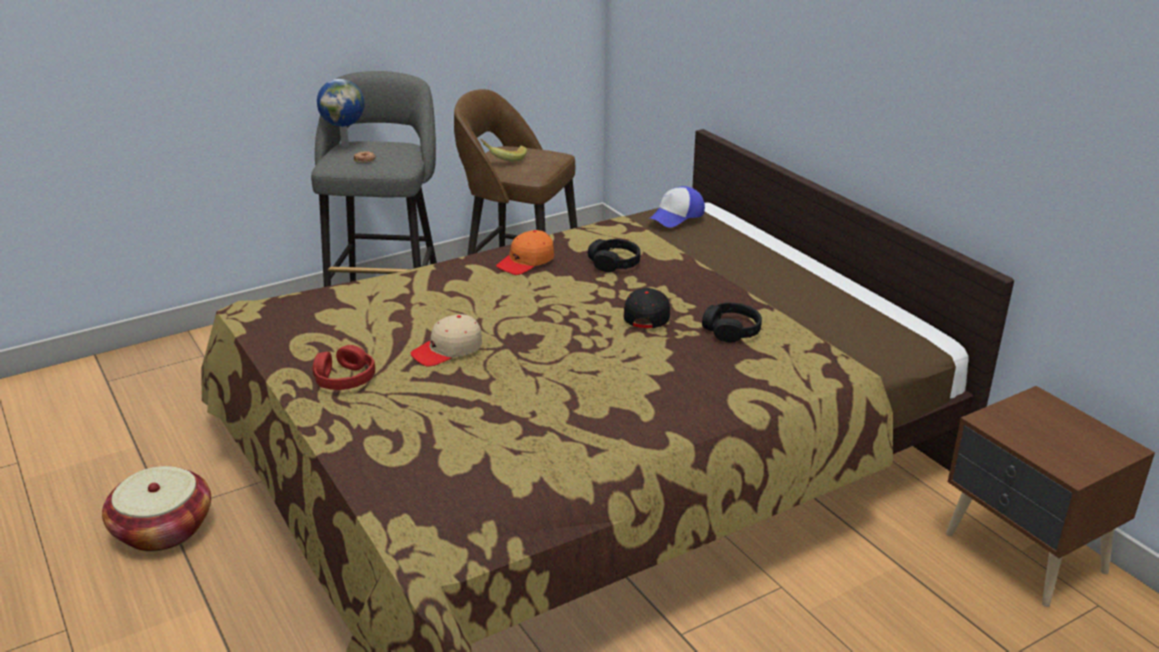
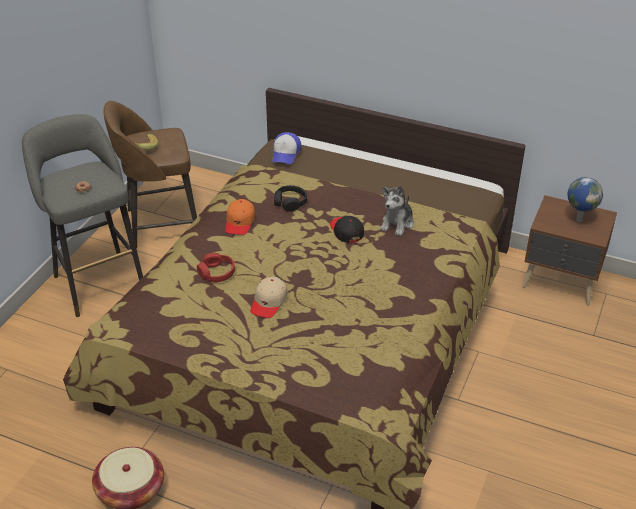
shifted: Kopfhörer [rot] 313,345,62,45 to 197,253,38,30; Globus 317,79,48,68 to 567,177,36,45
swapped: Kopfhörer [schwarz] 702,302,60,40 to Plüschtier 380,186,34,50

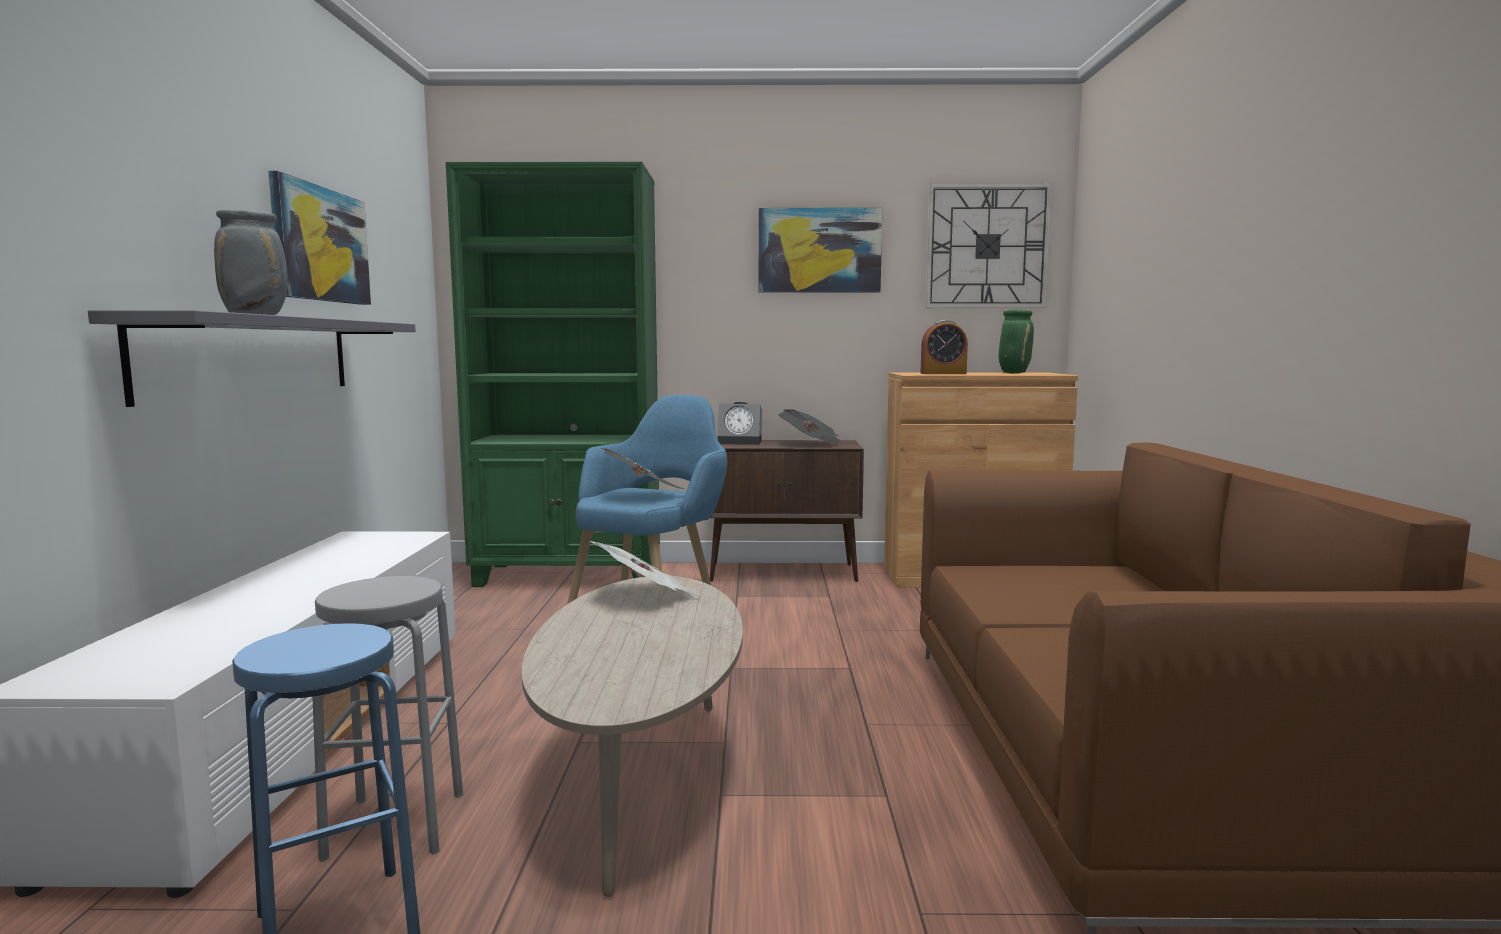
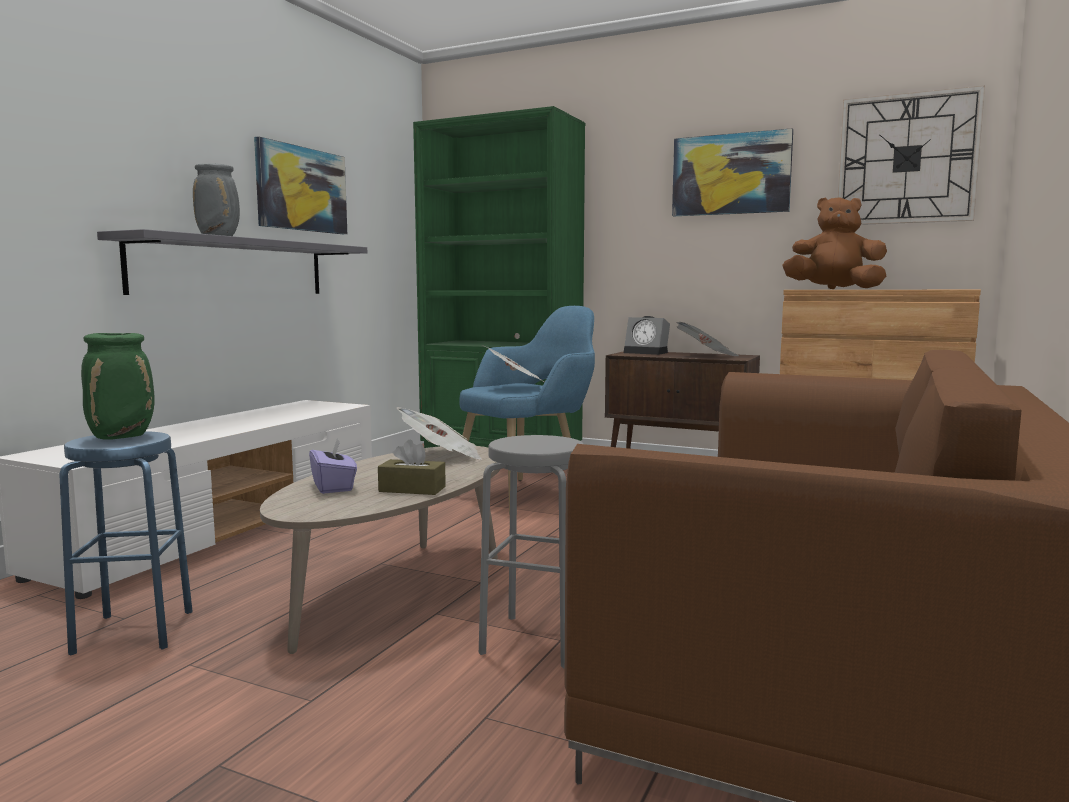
new: Taschentuchbox [lila] 309,437,48,57; Taschentuchbox [braun] 378,439,68,56
shifted: Hocker [grau] 312,576,151,286 to 479,435,104,233; Vase [grün] 999,309,35,64 to 81,333,74,107
swapped: Wecker 920,320,48,54 to Plüschtier [braun] 782,197,105,92

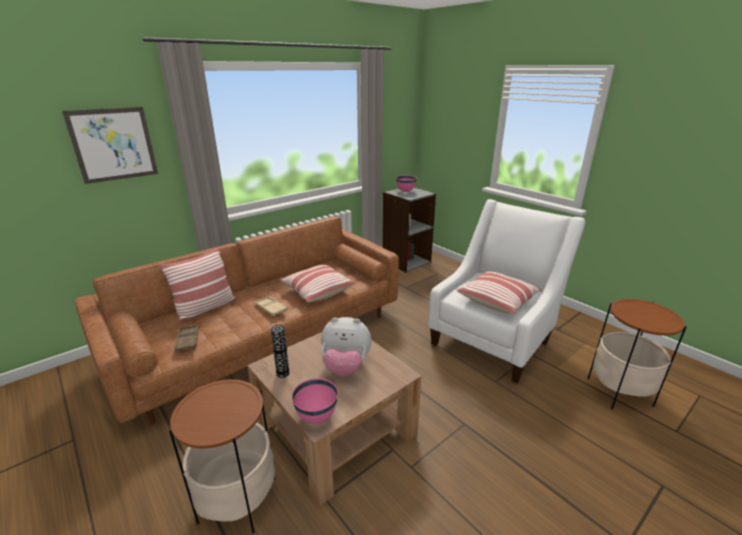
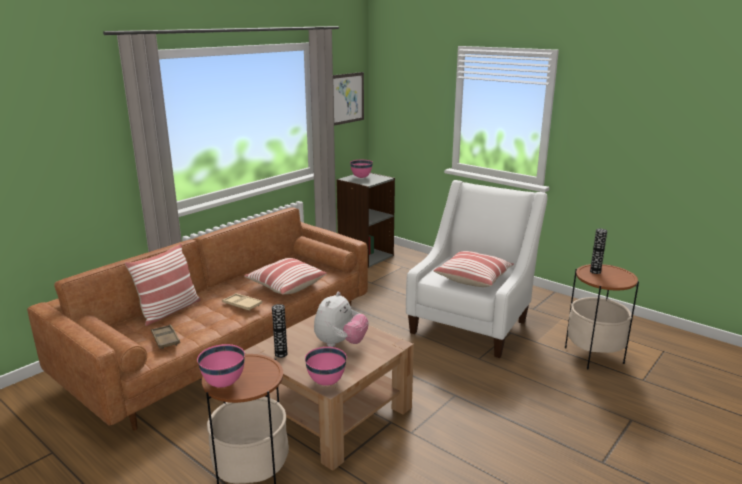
new: Schüssel [rosa] 197,344,48,44; Vase 590,229,17,45
shifted: Bild 62,107,96,77 to 333,72,31,54
rotated: Plüschtier 321,317,50,59 = 314,292,55,55 60 degrees counterclockwise

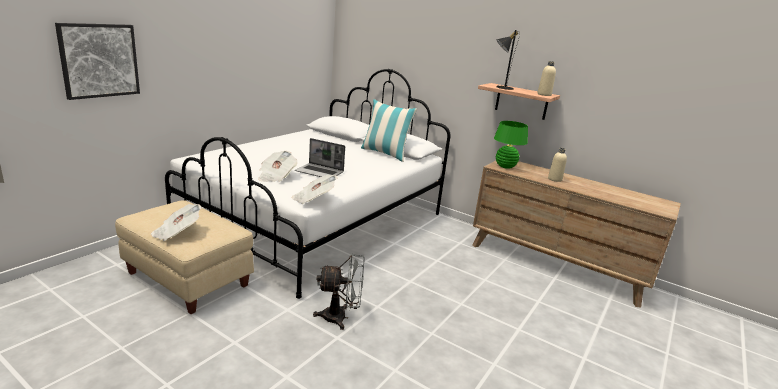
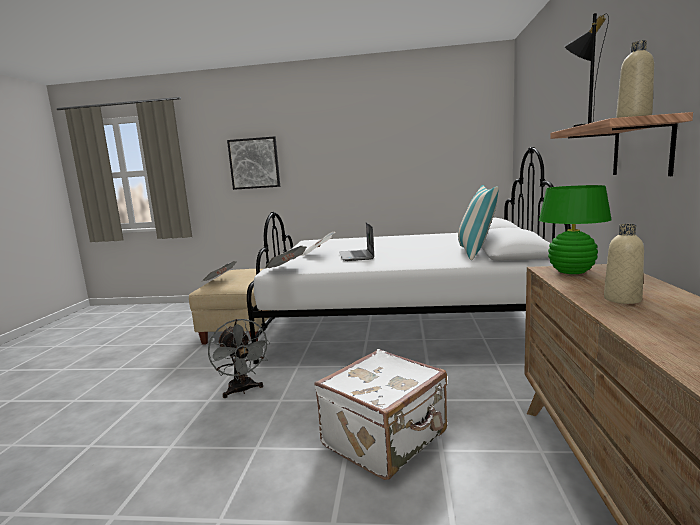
new: Koffer [weiß] 314,349,133,131

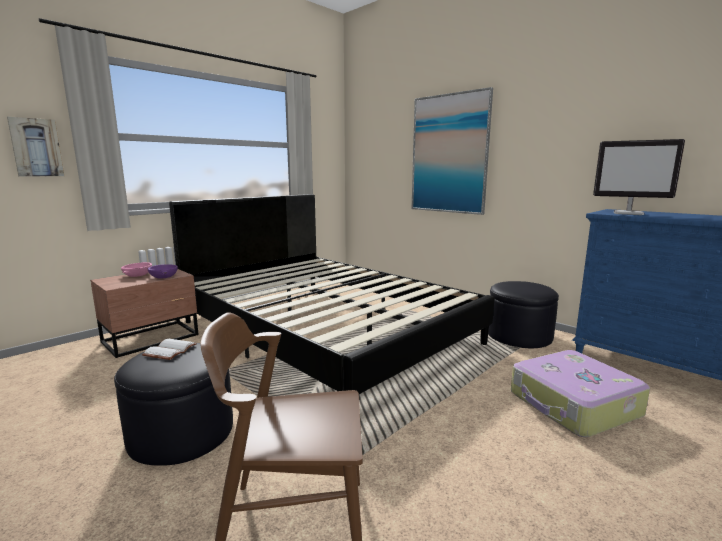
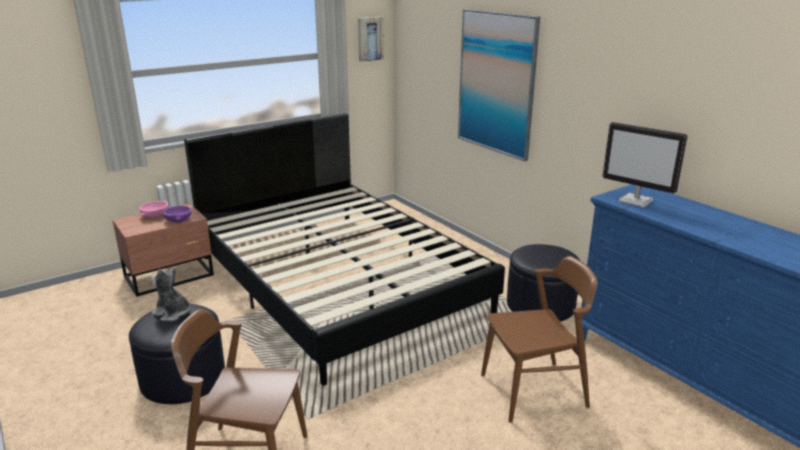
shifted: Bild 7,117,57,60 to 358,17,26,45
swapped: Buch [weiß] 142,339,55,21 to Plüschtier 151,267,39,54; Koffer 511,350,139,87 to Stuhl [braun] 481,256,117,167

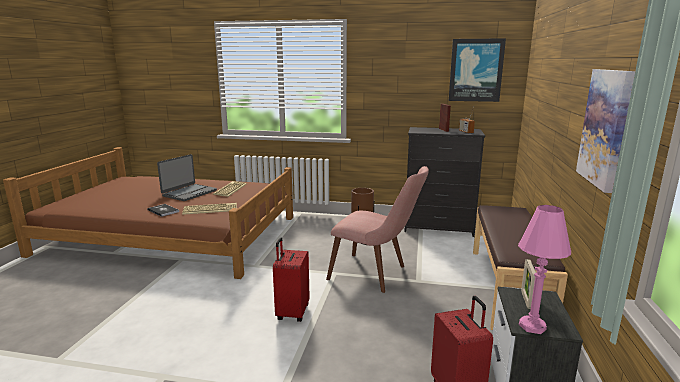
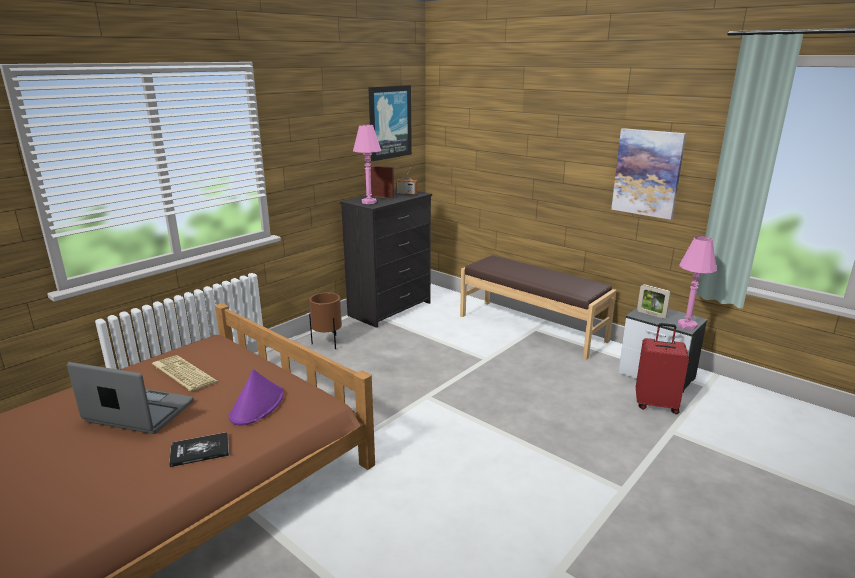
gone: Koffer [rot] 273,238,37,84; Stuhl [rosa] 326,166,103,127
new: Tischlampe [rosa] 353,125,28,79
swapped: Tastatur 182,203,55,12 to Hut [lila] 229,369,55,56
rotated: Laptop 157,154,60,47 = 67,362,127,72 45 degrees counterclockwise

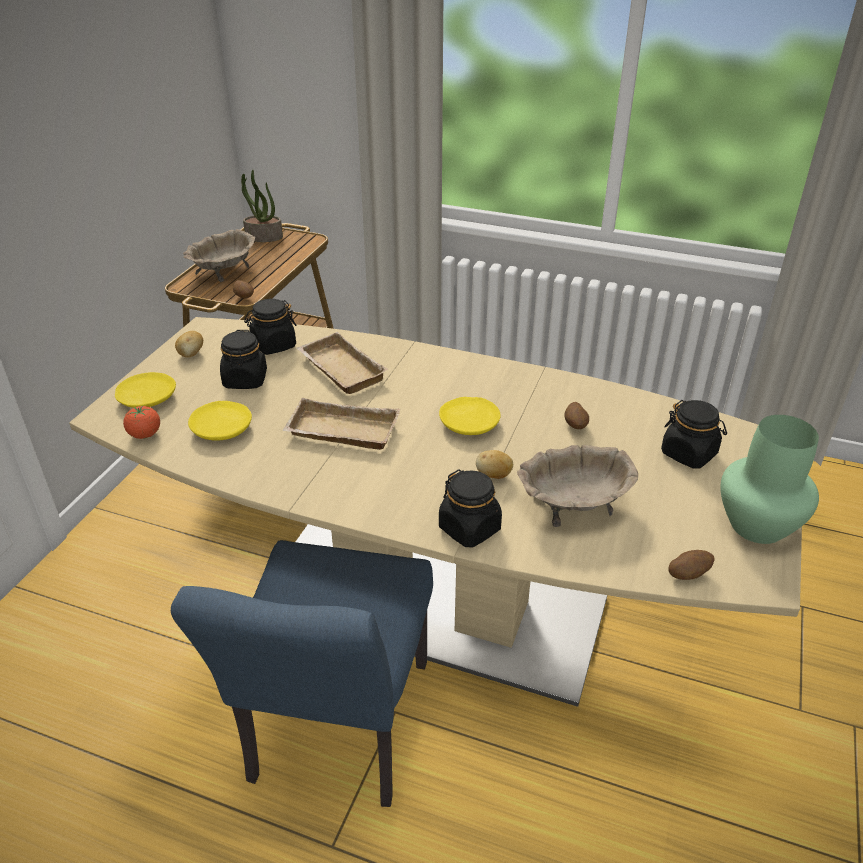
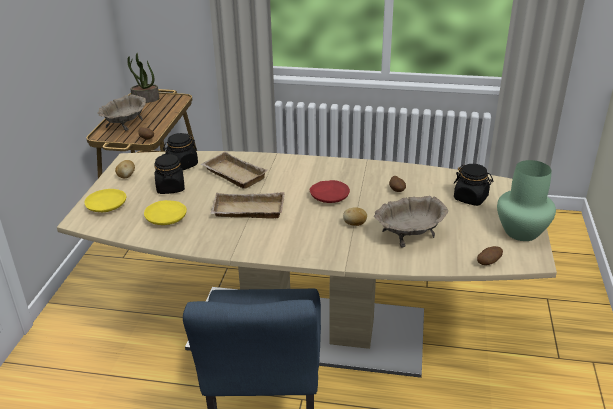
gone: Tomate 123,405,37,34; Vorratsglas [schwarz] 439,469,63,79
repainted: Teller [gelb] 439,397,62,38 to Teller [rot] 310,180,40,23

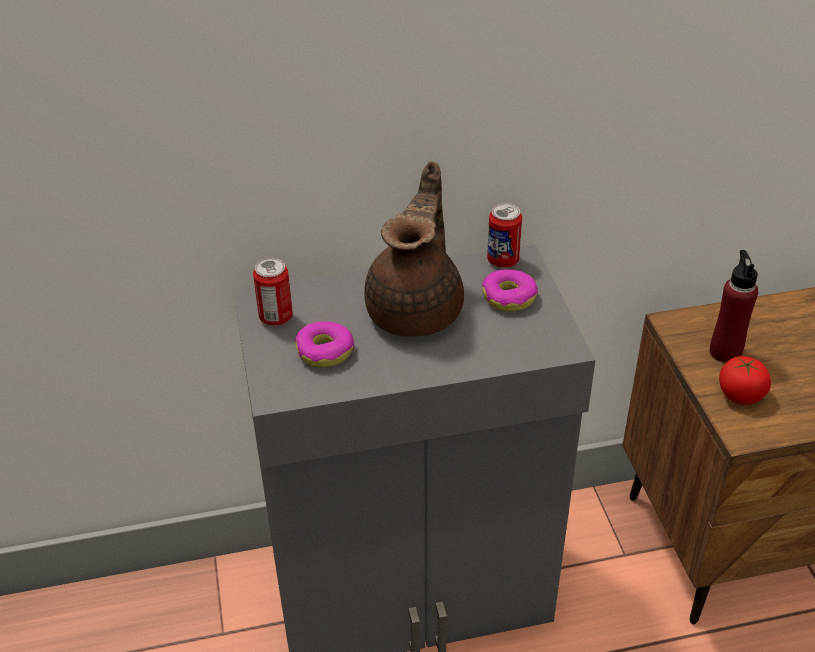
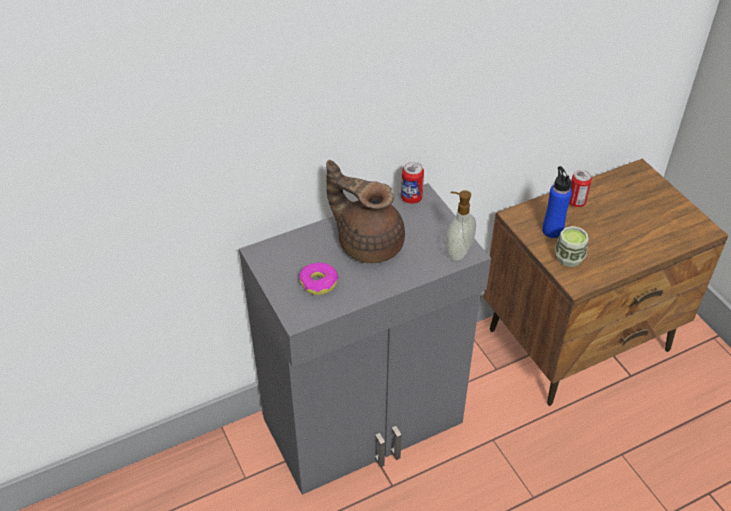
gone: Donut 482,269,56,43
new: Seifenspender 446,190,30,71
shifted: Dose 253,258,40,68 to 569,170,23,37
swapped: Tomate 719,356,52,49 to Tasse 555,226,33,41
repainted: Flasche [rot] 710,250,48,113 to Flasche [blau] 542,166,30,72
rotated: Teekanne [braun] 364,161,100,176 = 326,160,79,103 60 degrees counterclockwise

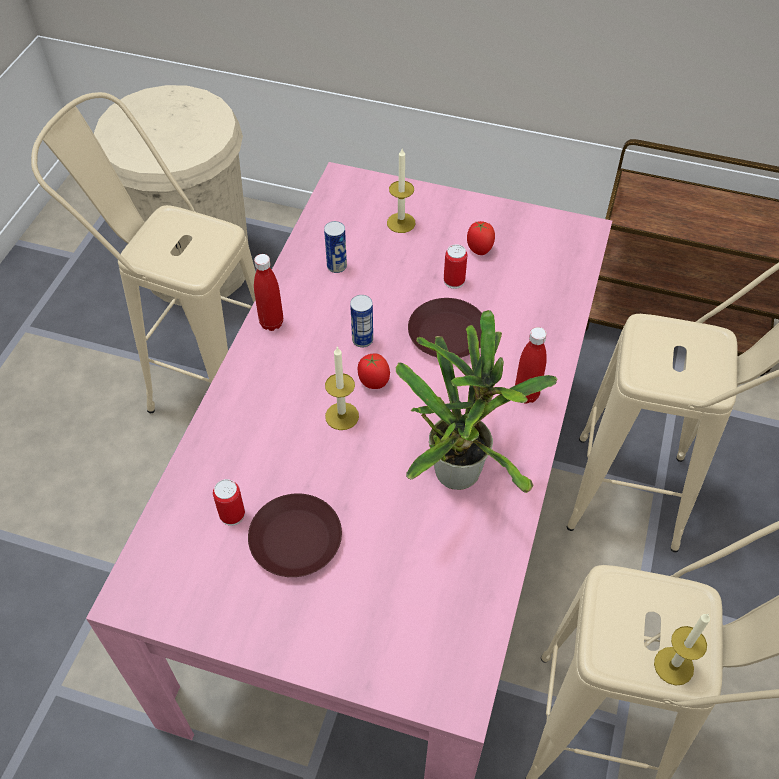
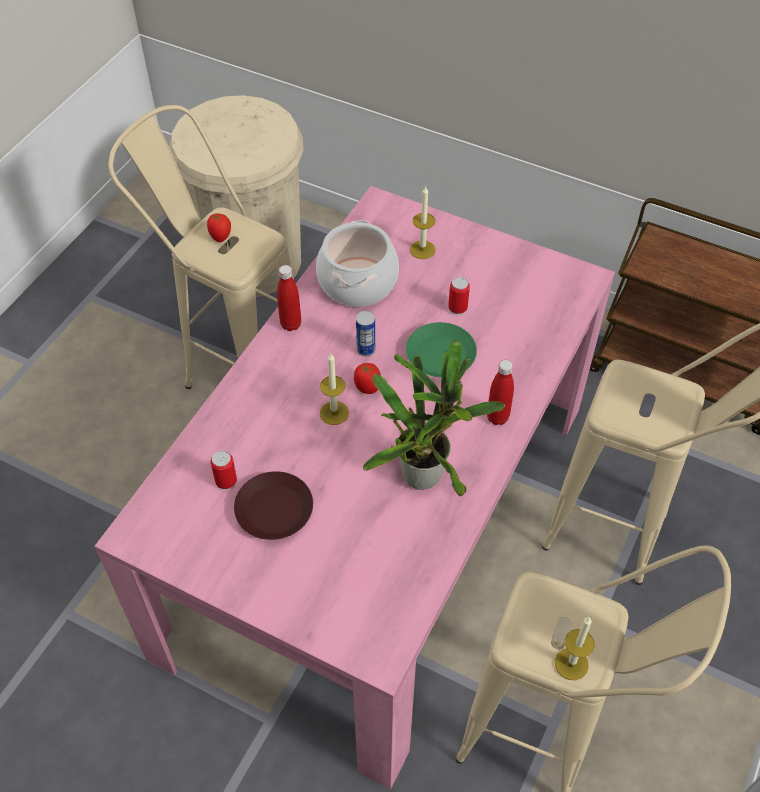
shifted: Tomate 467,221,28,34 to 207,213,24,29
swapped: Dose 324,221,23,52 to Kochtopf 316,220,83,87
repainted: Teller [braun] 408,298,74,60 to Teller [grün] 406,322,71,55

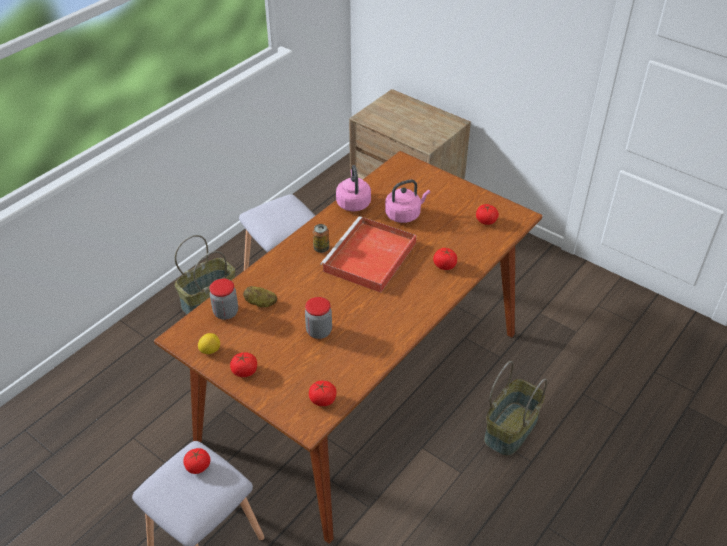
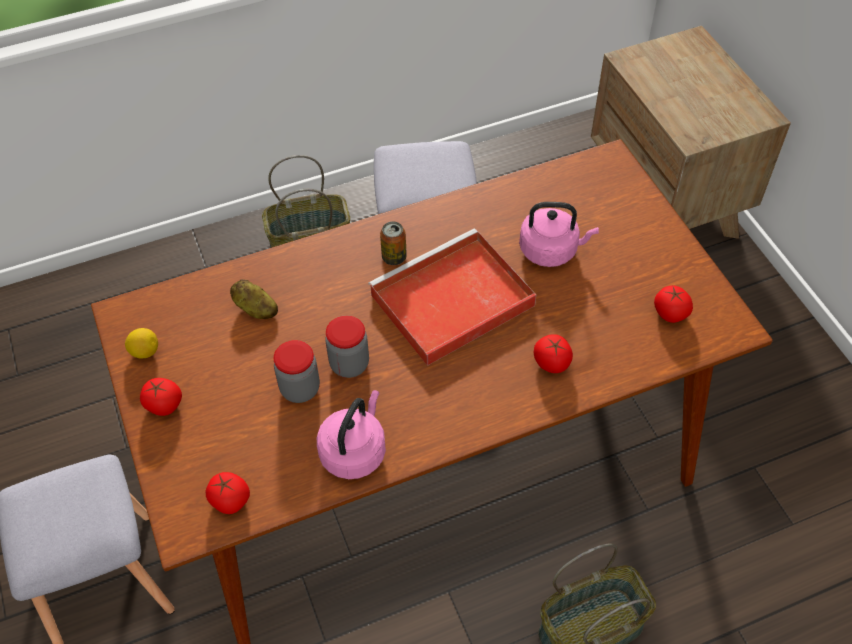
gone: Tomate 183,448,27,26
shifted: Vorratsglas 209,279,29,41 to 325,316,44,62; Wasserkessel [rosa] 336,165,35,46 to 317,390,69,89

